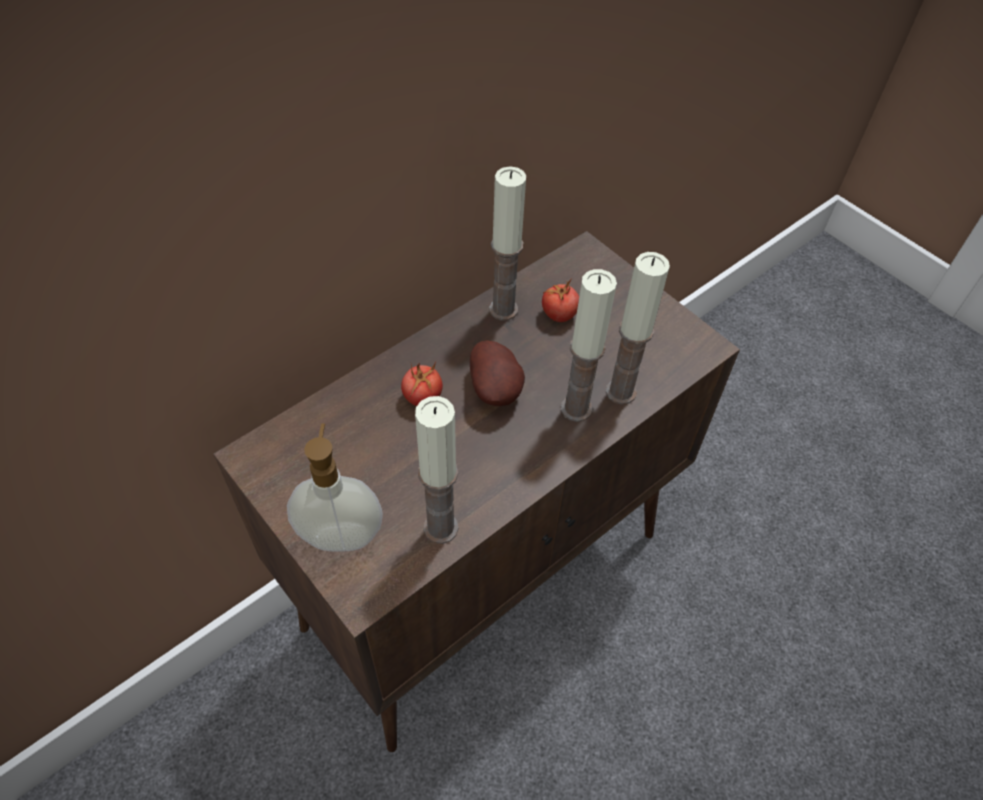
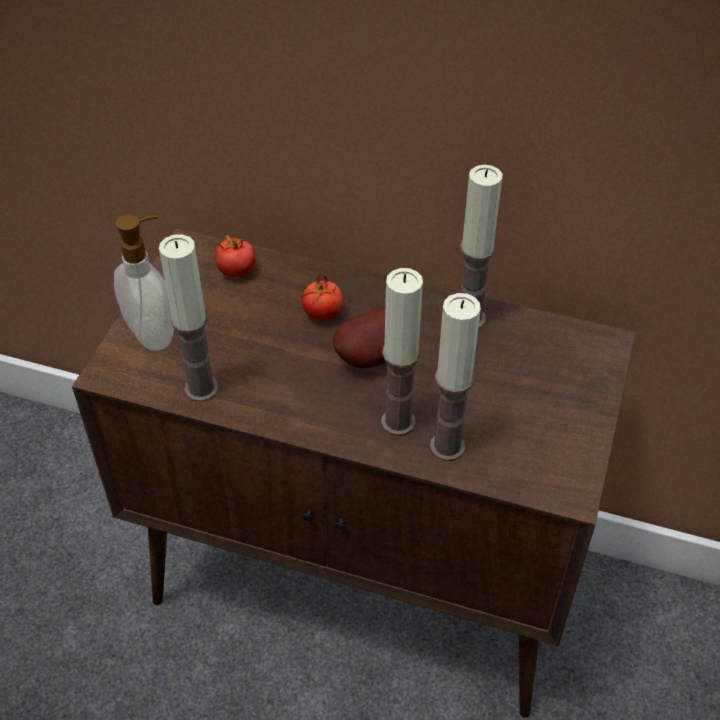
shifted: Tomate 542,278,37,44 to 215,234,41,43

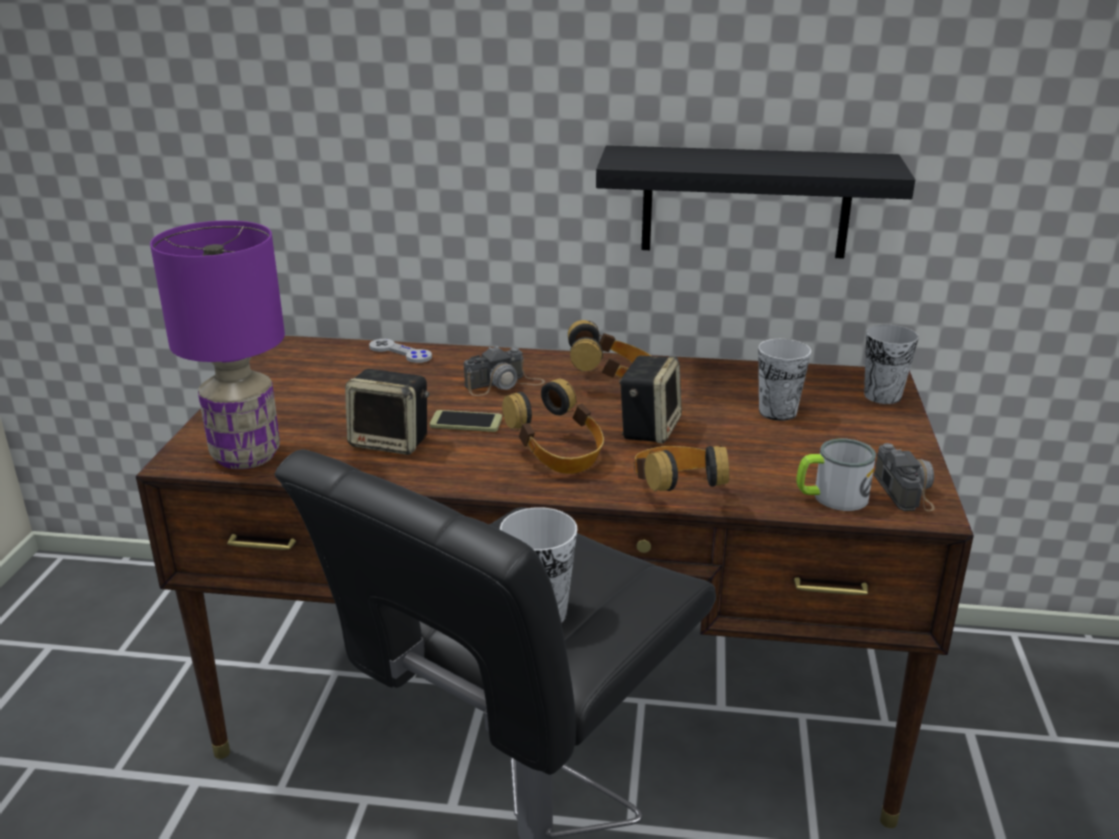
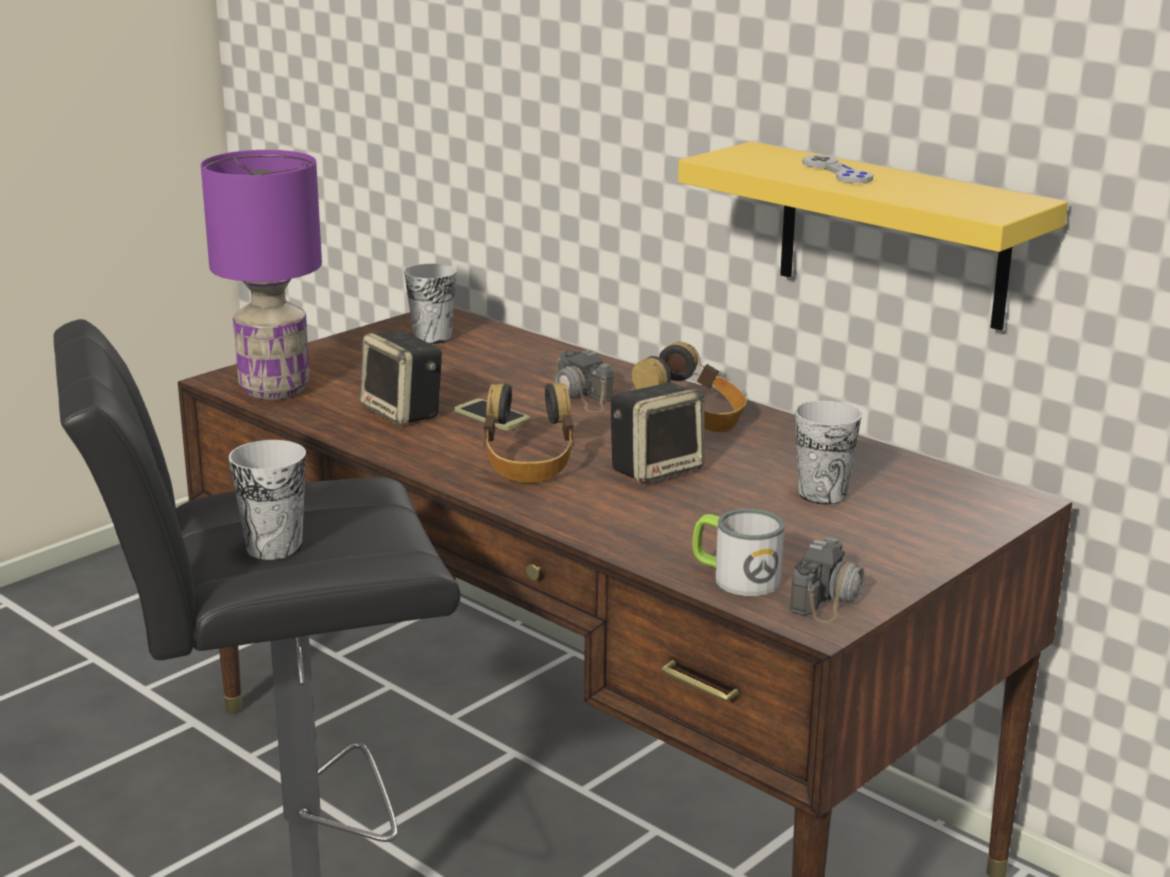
gone: Kopfhörer 634,445,95,47
shifted: Gamepad [grau] 369,339,63,24 to 802,155,71,28; Tasse 864,325,55,79 to 404,264,53,80
repainted: Wandregal [schwarz] 596,145,319,114 to Wandregal [gelb] 678,142,390,188
rotated: Kamera 464,346,81,50 = 550,349,64,63 45 degrees clockwise

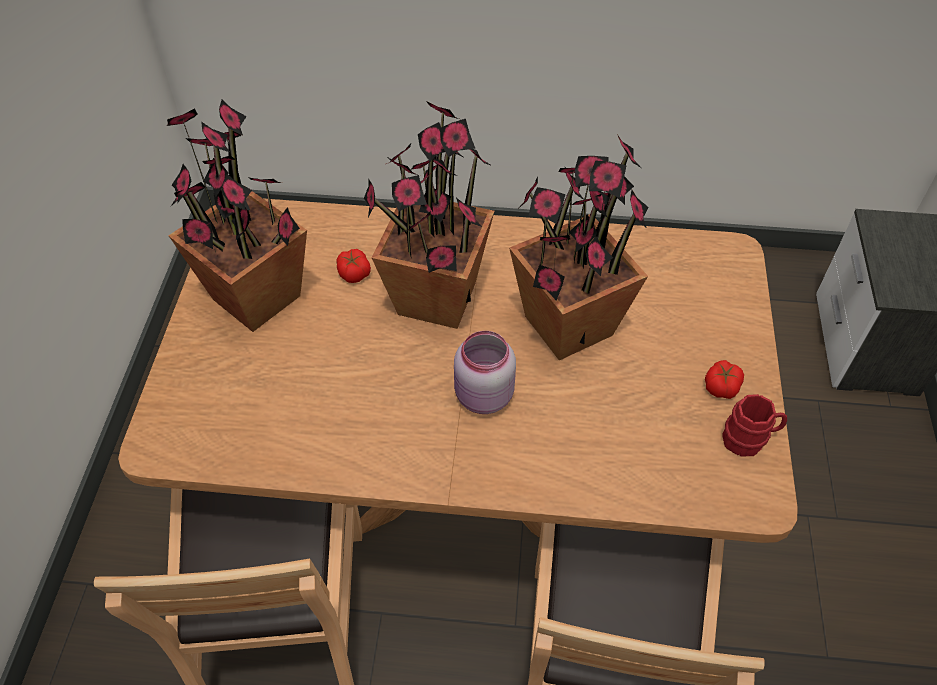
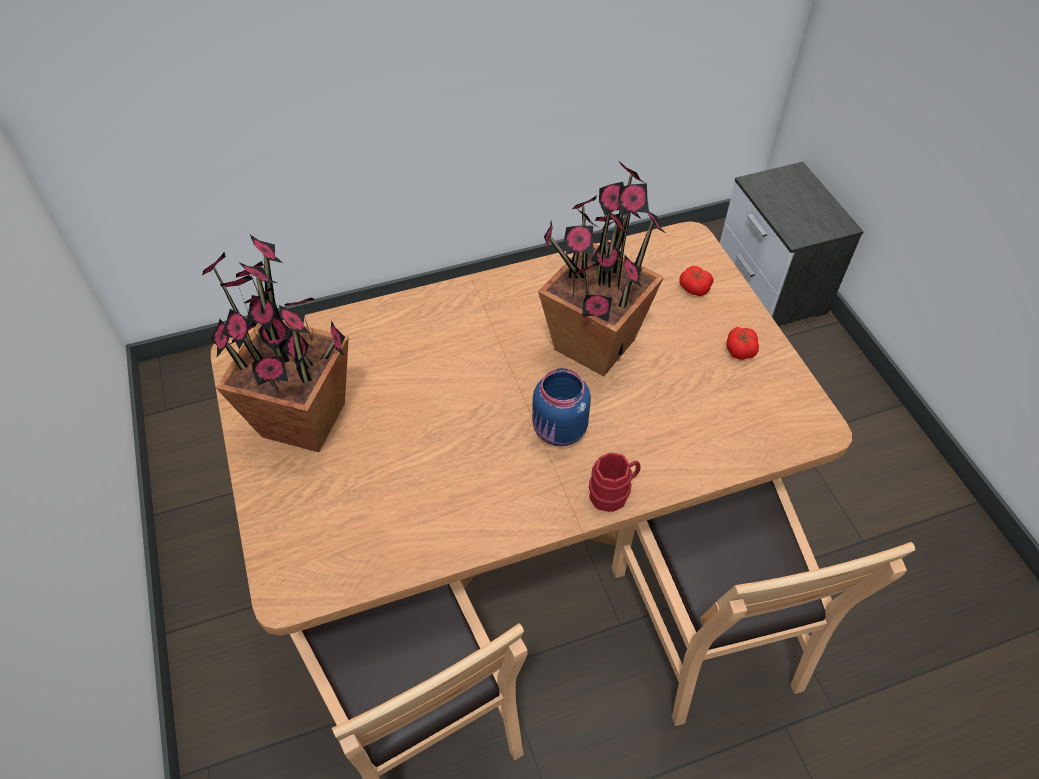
gone: Topfpflanze 364,101,130,228
shifted: Tomate 336,249,35,34 to 679,266,35,30; Henkelbecher [rot] 722,394,65,63 to 589,452,51,60
repainted: Vorratsglas [rosa] 454,331,62,83 to Vorratsglas [blau] 532,368,59,78

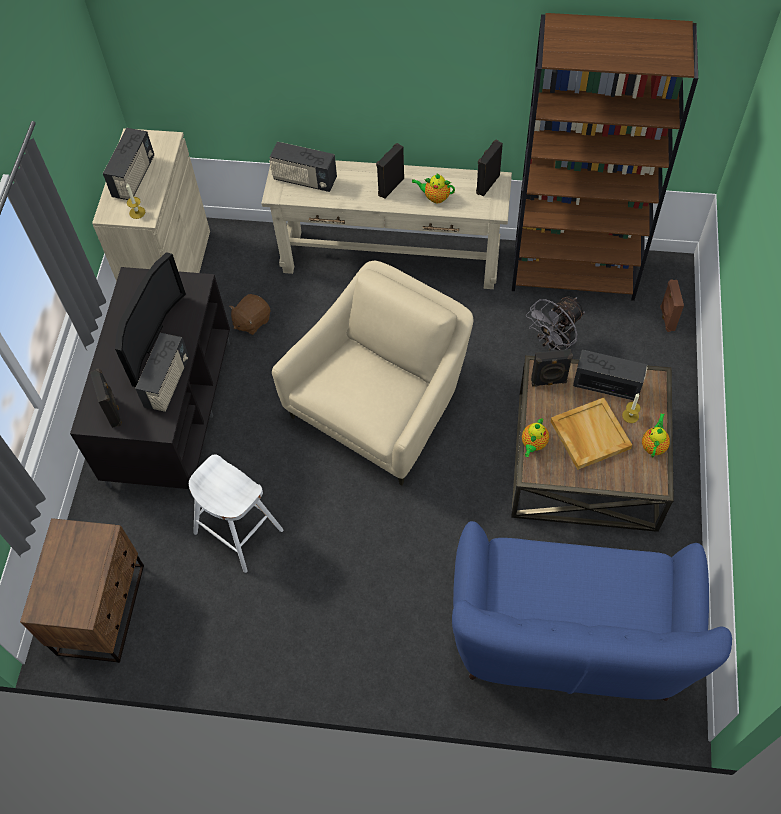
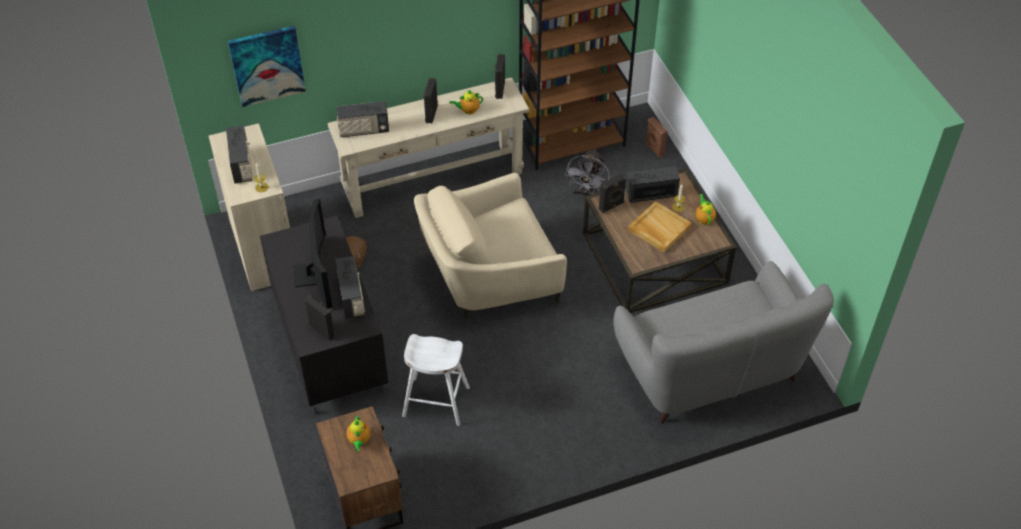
new: Bild 228,26,78,81
shifted: Teekanne 522,417,27,40 to 347,416,23,35
repainted: Sofa [blau] 452,521,280,180 to Sofa [grau] 613,261,221,163
rotated: Sessel [beige] 272,261,201,225 = 414,173,153,146 120 degrees counterclockwise

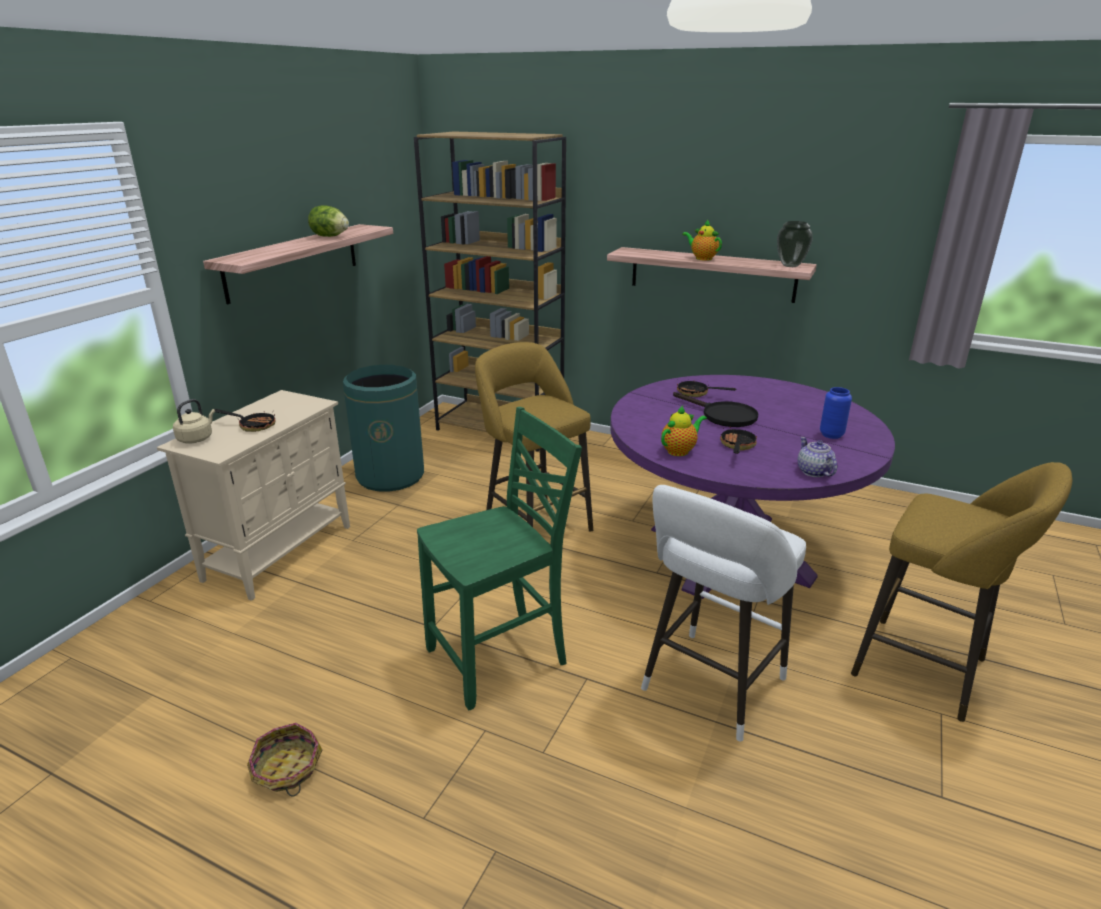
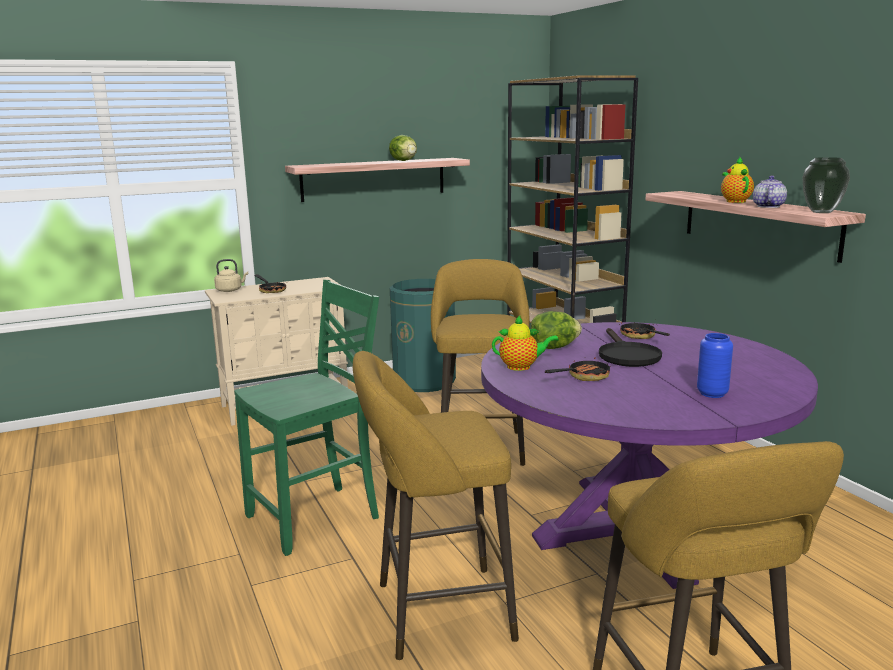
gone: Korb 247,723,75,74
new: Salatkopf 530,311,52,38
shifted: Teekanne 797,437,40,40 to 753,176,34,32
repainted: Hocker [weiß] 641,485,165,257 to Hocker [gelb] 353,351,166,309
rotated: Stuhl [grün] 417,407,165,303 = 234,280,145,276 45 degrees counterclockwise

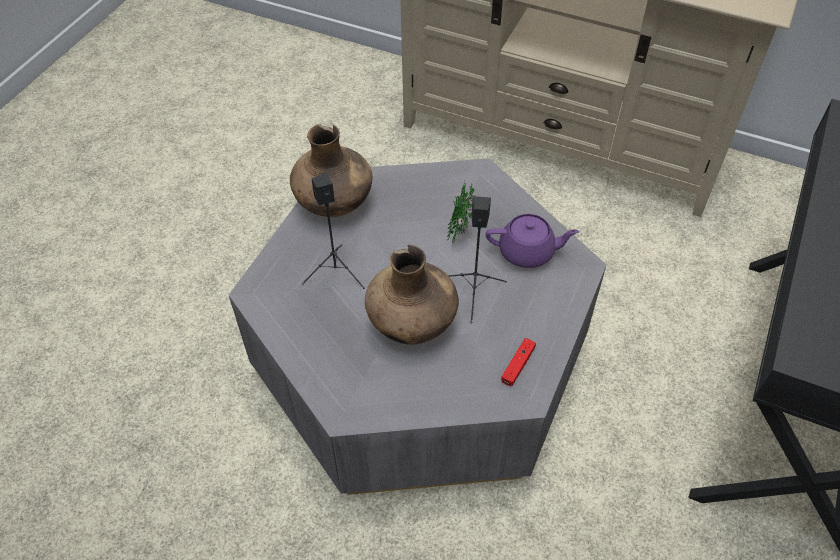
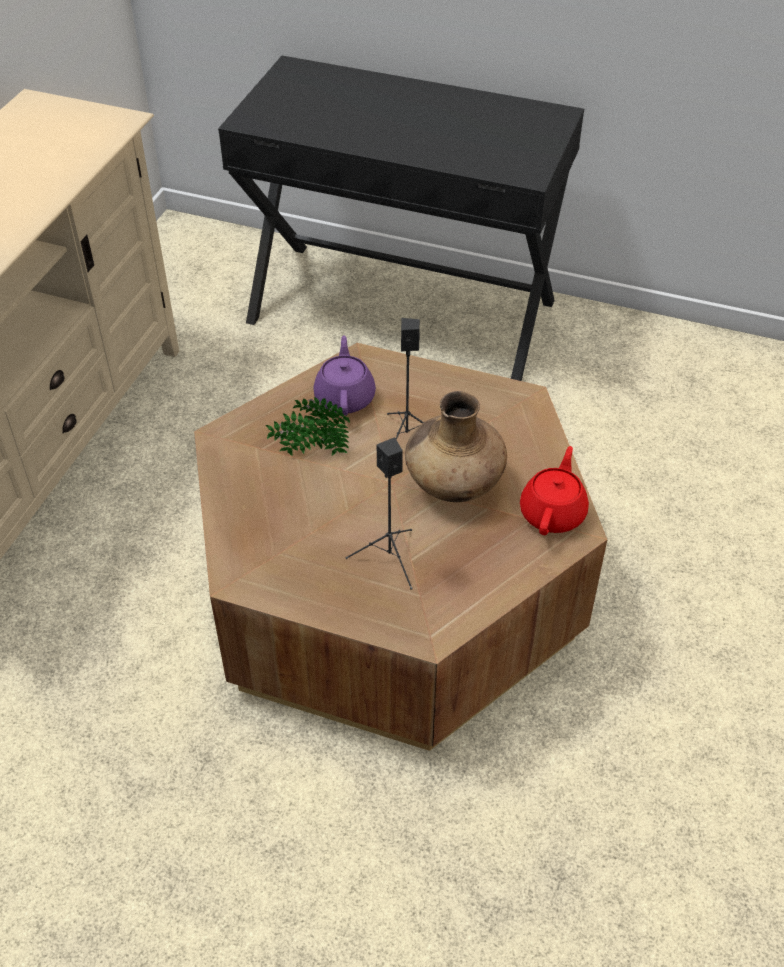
gone: Vase [braun] 290,124,82,93; Gamepad [rot] 501,338,35,48
new: Teekanne [rot] 520,446,69,89
repainted: Couchtisch [grau] 229,158,377,337 to Couchtisch [braun] 194,343,413,408

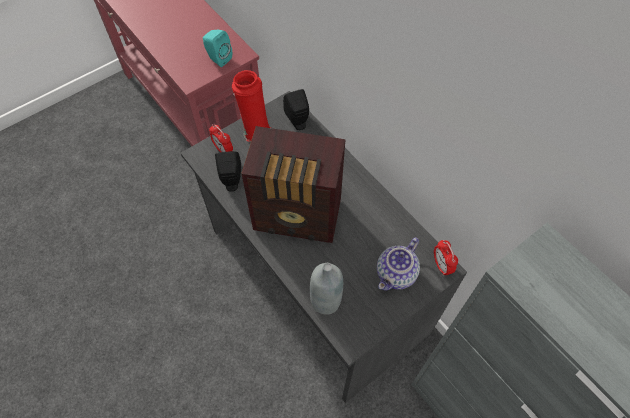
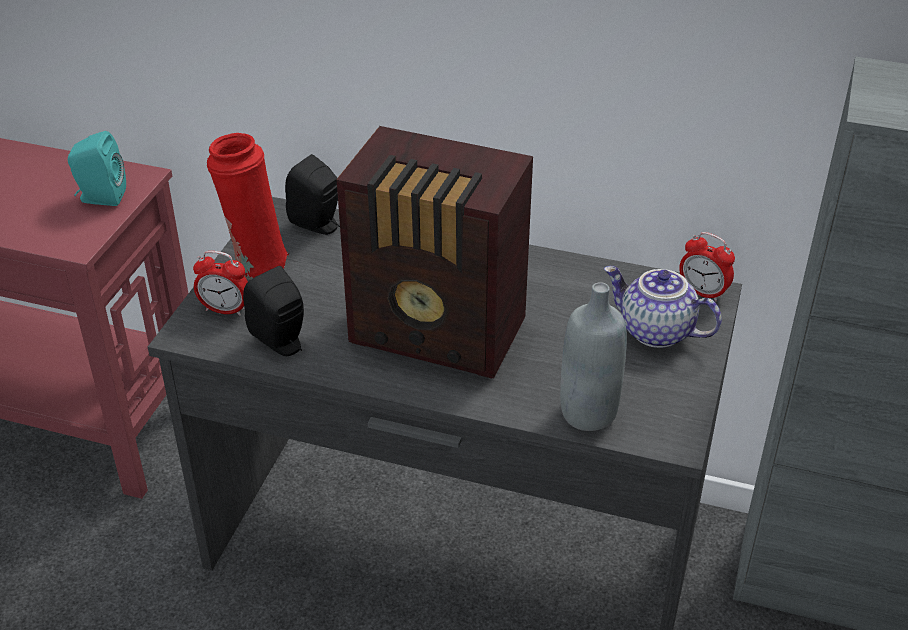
rotated: Radio 241,126,105,117 = 336,126,197,252 45 degrees clockwise; Teekanne 377,237,43,54 = 604,266,118,82 120 degrees clockwise

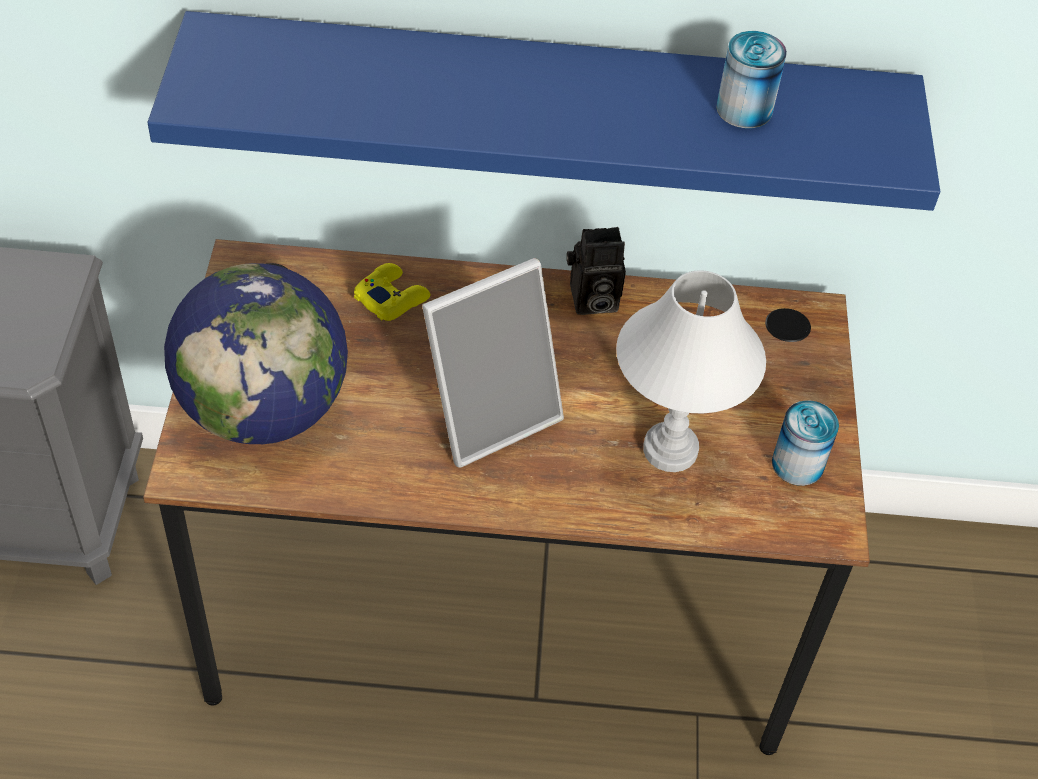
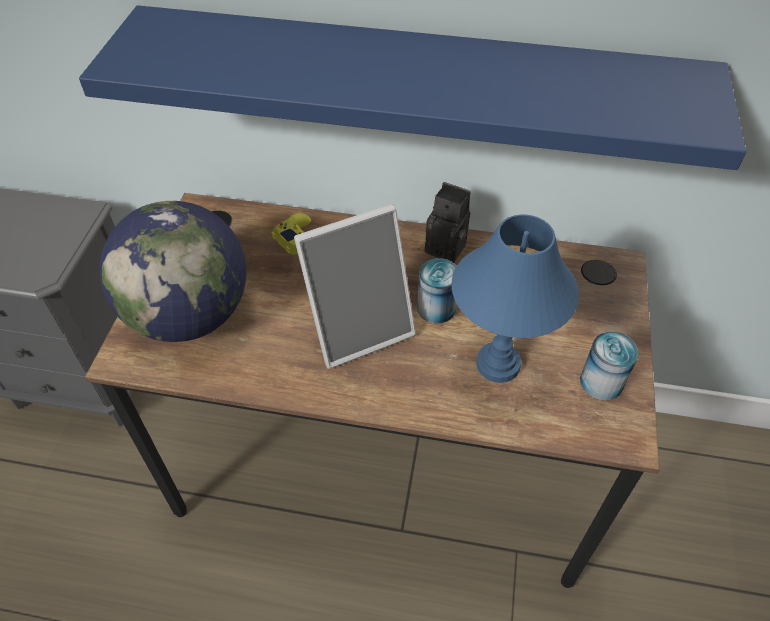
shifted: Dose 716,31,71,97 to 417,258,40,65
repainted: Tischlampe [weiß] 616,270,150,202 to Tischlampe [blau] 451,214,128,169
rotated: Kamera 567,227,59,88 = 425,182,45,81 150 degrees counterclockwise

